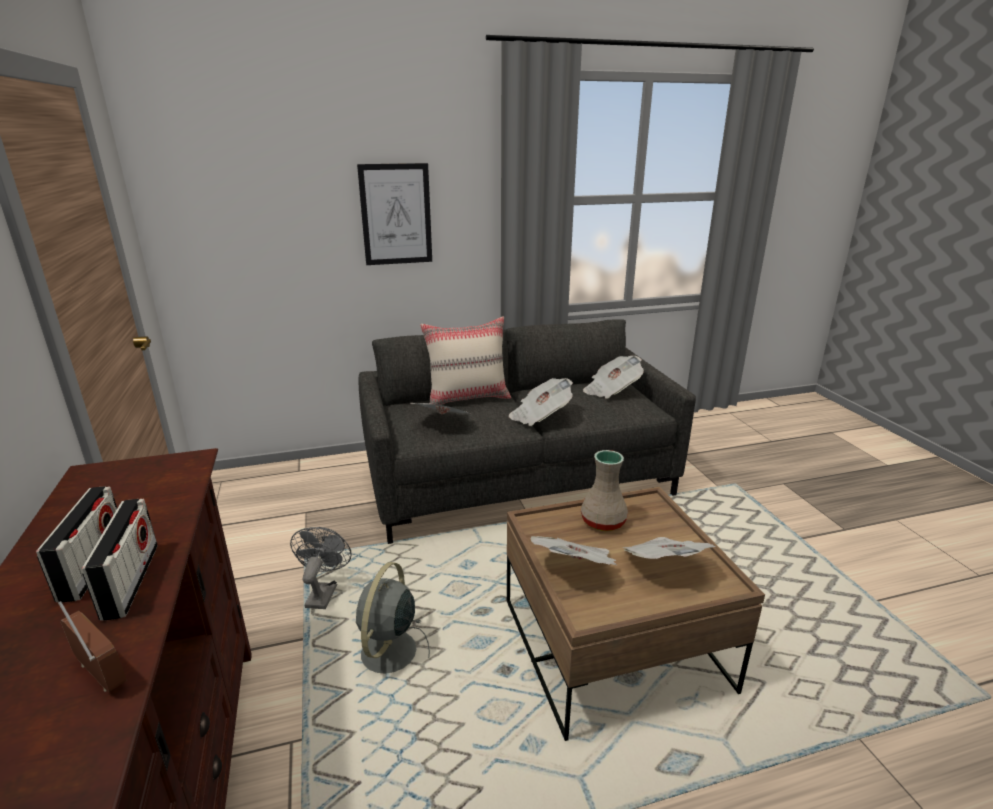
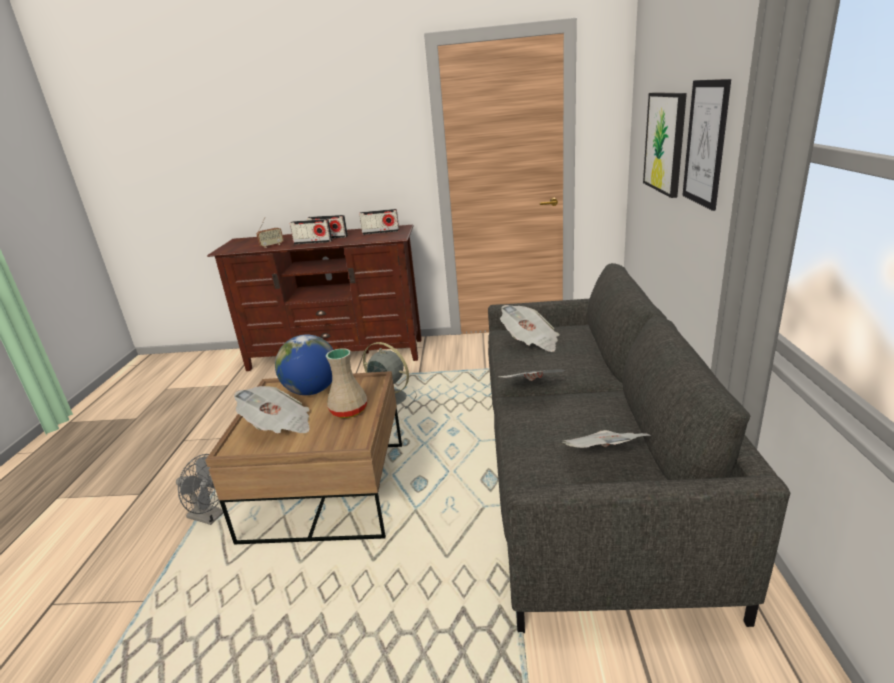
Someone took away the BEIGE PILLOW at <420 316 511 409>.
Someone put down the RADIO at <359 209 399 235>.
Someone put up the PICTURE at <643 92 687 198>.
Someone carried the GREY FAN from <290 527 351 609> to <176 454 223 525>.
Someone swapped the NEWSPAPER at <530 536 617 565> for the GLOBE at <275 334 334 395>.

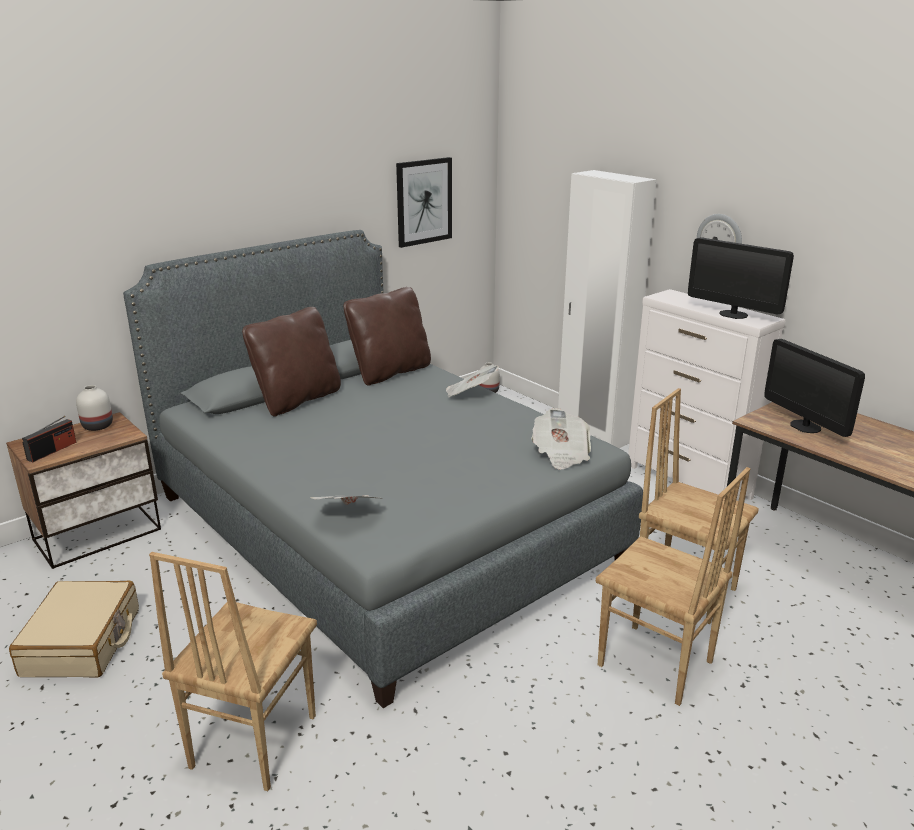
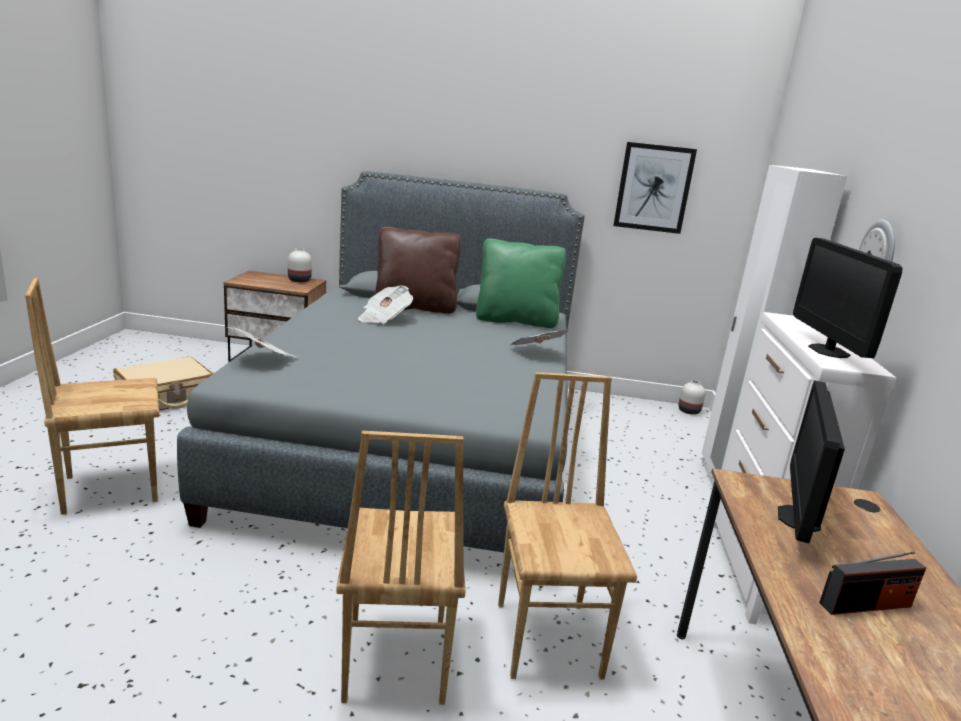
Someone carried the RADIO from <22 416 77 462> to <819 551 926 615>.
Someone carried the NEWSPAPER from <531 408 591 470> to <358 286 413 324>.
Someone repainted the BROWN PILLOW at <344 287 431 386>, which became the GREEN PILLOW at <476 239 566 328>.

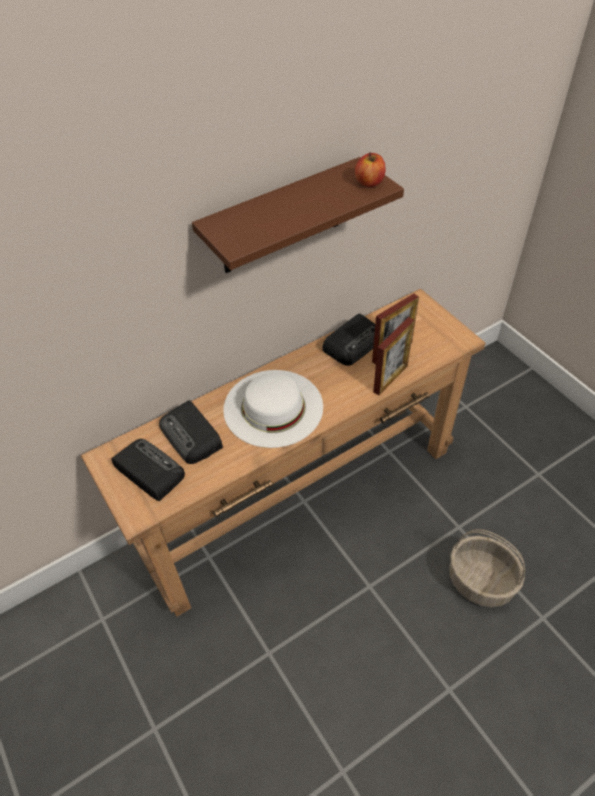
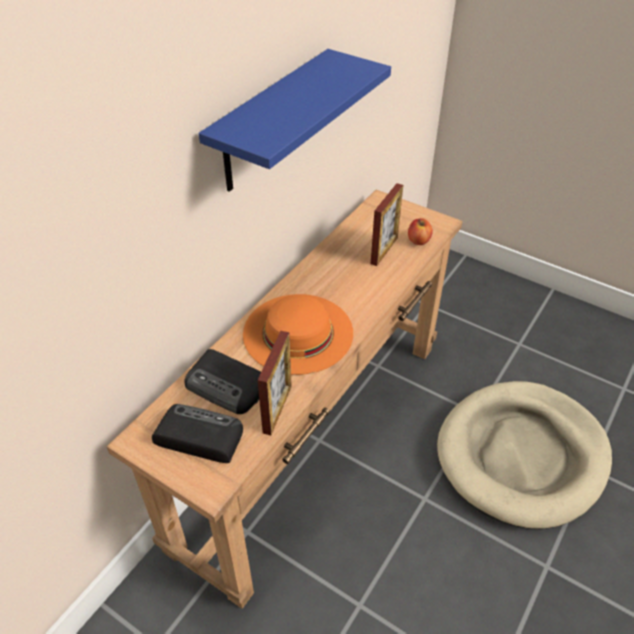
Someone took away the RADIO at <322 314 375 366>.
Someone carried the APPLE from <355 152 386 187> to <408 218 433 245>.
Someone carried the PICTURE FRAME from <373 317 415 395> to <258 331 292 435>.
Someone swapped the BASKET at <449 529 525 607> for the BEIGE DOG BED at <437 381 612 529>.
Someone repainted the BROWN SHELF at <192 157 404 273>, which became the BLUE SHELF at <199 49 391 192>.
Someone repainted the WHITE HAT at <223 370 323 448>, which became the ORANGE HAT at <243 294 353 375>.

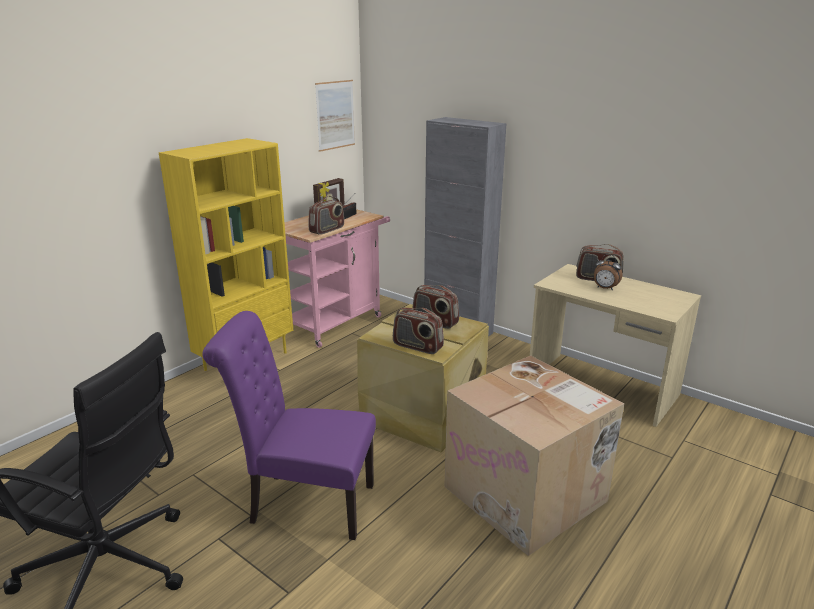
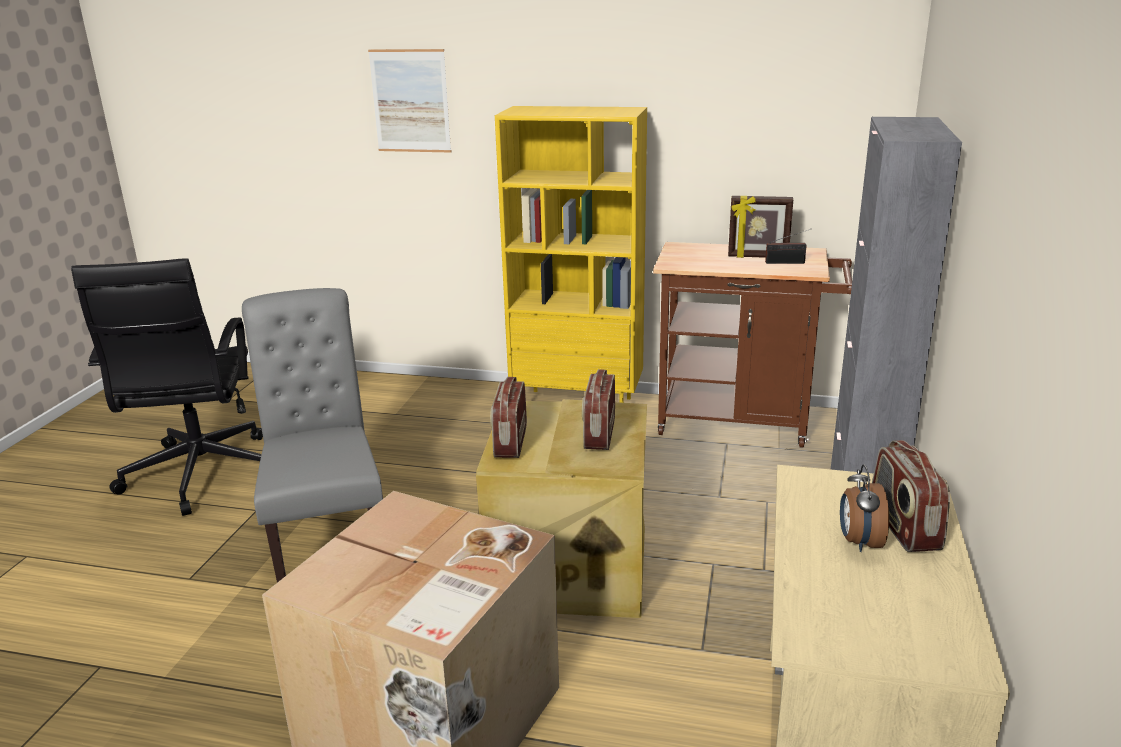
Someone took away the RADIO at <308 196 344 235>.
Someone carried the PICTURE from <315 80 355 152> to <368 49 451 153>.
Someone repainted the PURPLE CHAIR at <202 311 376 540>, which became the GREY CHAIR at <242 288 383 583>.
Someone repainted the PINK CART at <284 209 390 348>, which became the BROWN CART at <653 242 852 448>.

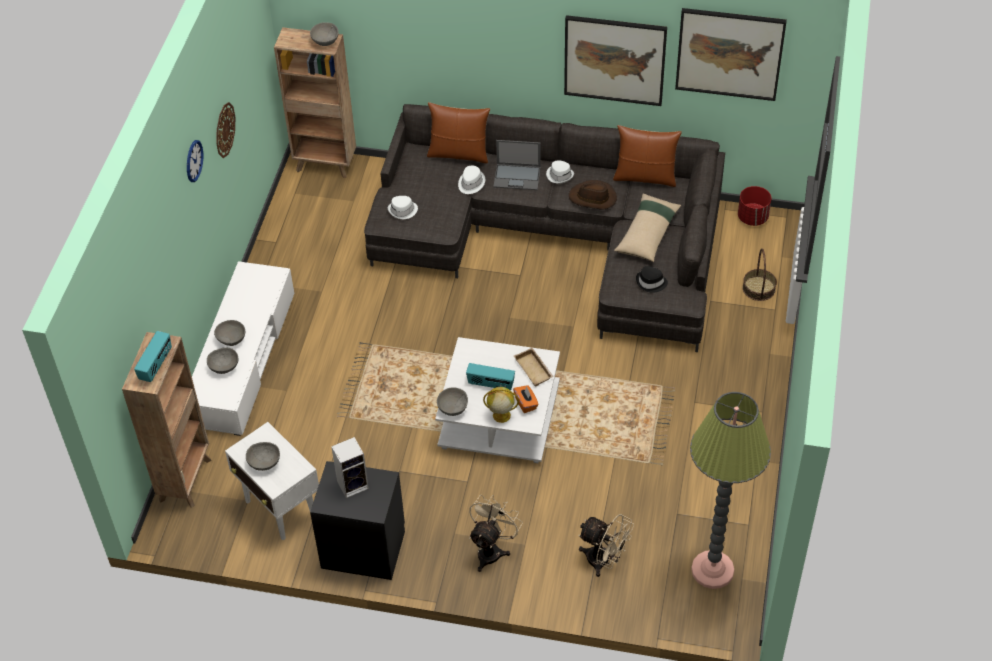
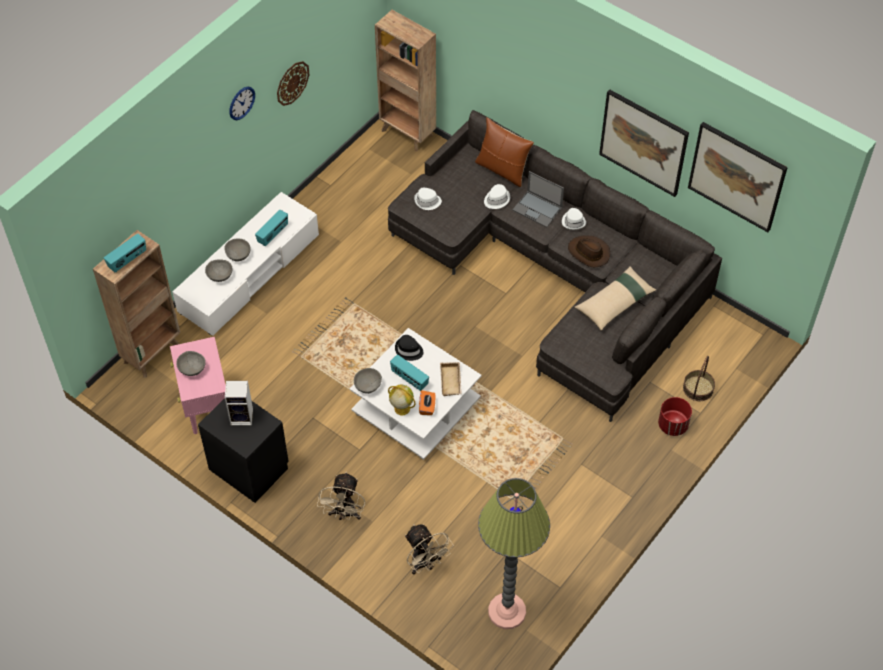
Someone took away the GREY BOWL at <310 22 338 46>.
Someone took away the BROWN PILLOW at <613 125 682 187>.
Someone put down the RADIO at <255 210 288 246>.
Someone carried the BLACK HAT from <636 266 668 293> to <395 335 423 361>.
Someone carried the RED PLANTER from <738 186 771 226> to <658 397 692 436>.
Someone repainted the WHITE SIDE TABLE at <225 422 319 540>, which became the PINK SIDE TABLE at <170 337 226 434>.
Someone rotated the BEIGE FAN at <469 495 523 572> by 135 degrees clockwise.

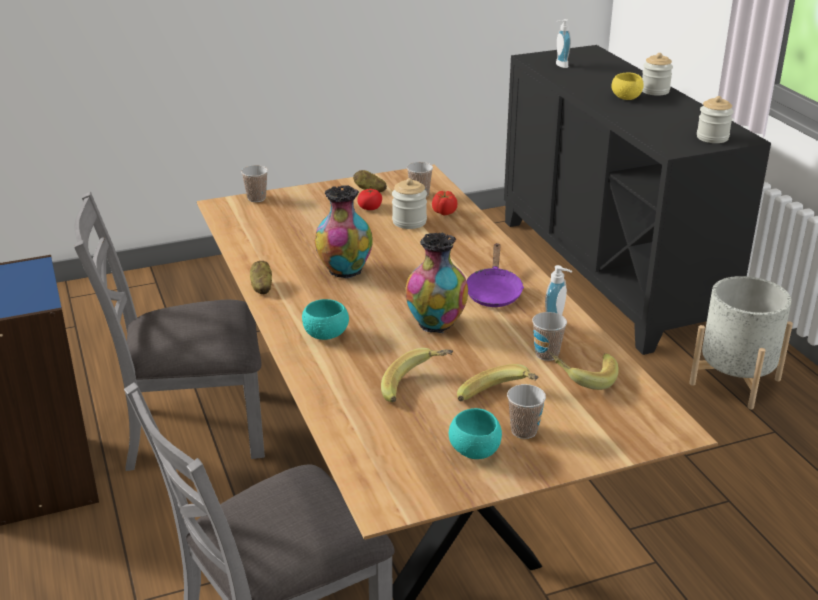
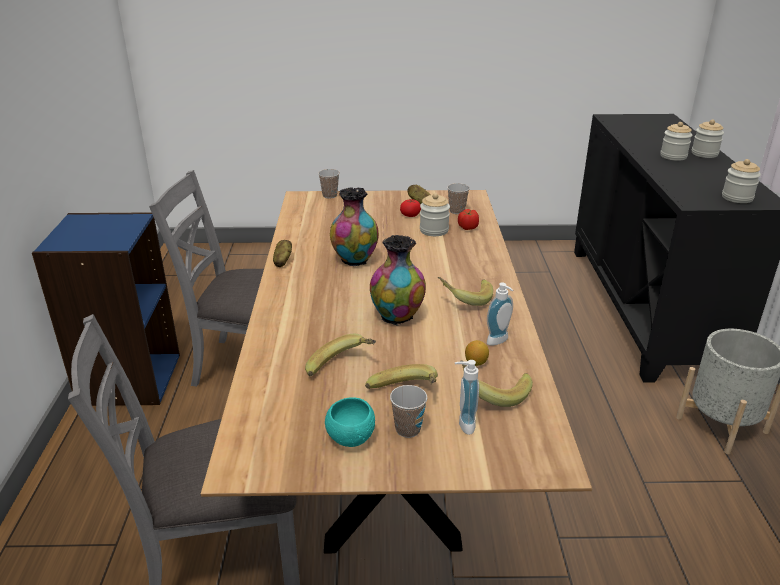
Someone took away the TURQUOISE BOWL at <302 299 349 340>.
Someone carried the SOAP DISPENSER from <556 19 571 68> to <455 360 479 435>.
Someone swapped the PURPLE FRYING PAN at <466 243 524 307> for the BANANA at <438 277 493 306>.
Someone swapped the CUP at <532 312 567 361> for the LEMON at <465 340 489 366>.
Someone swapped the YELLOW BOWL at <611 73 644 100> for the JAR at <660 122 692 161>.

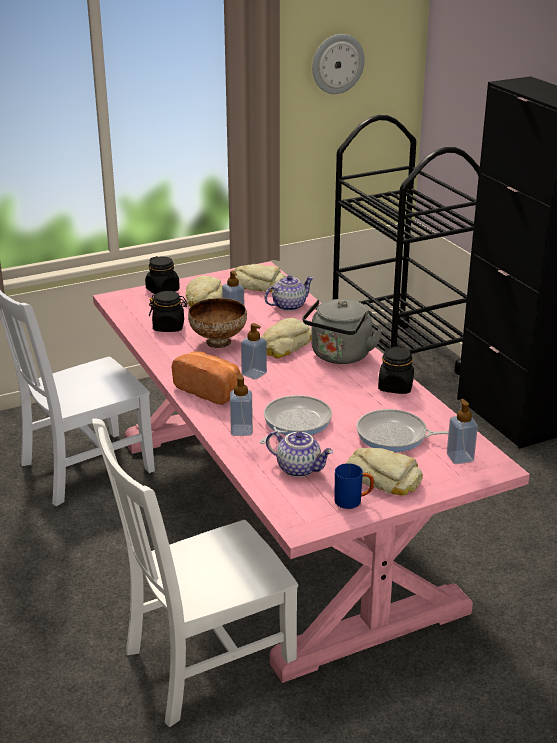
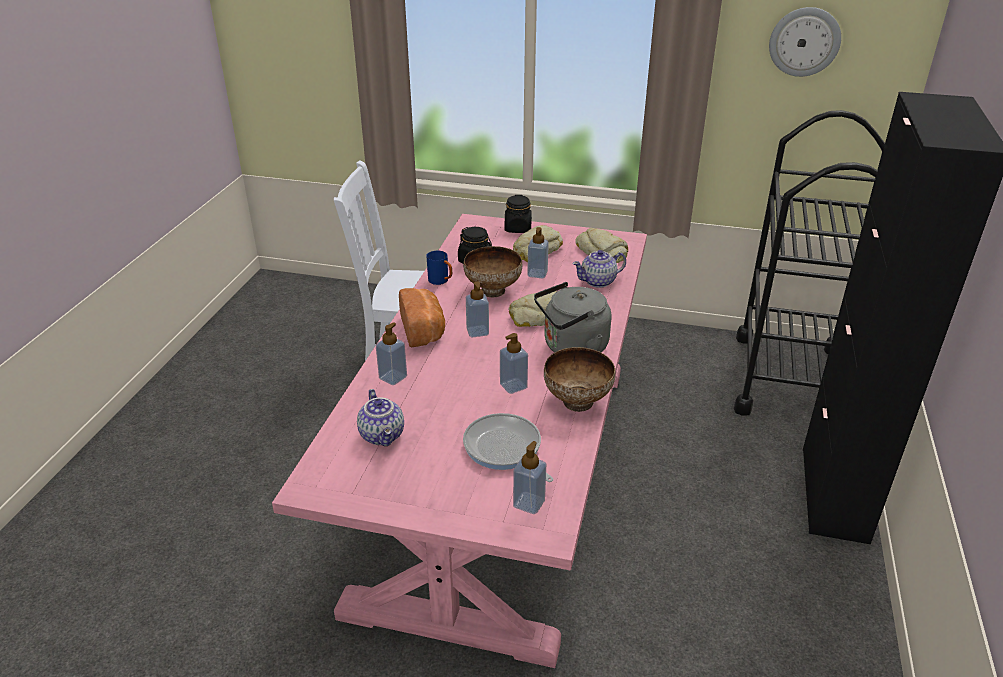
Someone took away the WHITE CHAIR at <92 418 298 727>.
Someone took away the FRYING PAN at <260 395 332 444>.
Someone took away the BREAD at <347 448 423 496>.
Someone put down the SOAP DISPENSER at <500 333 528 394>.
Someone carried the BLUE MUG from <334 463 374 509> to <426 251 452 285>.
Someone swapped the BLACK JAR at <378 346 414 394> for the BOWL at <544 347 615 412>.
Someone rotated the TEAPOT at <264 275 313 311> by 150 degrees clockwise.

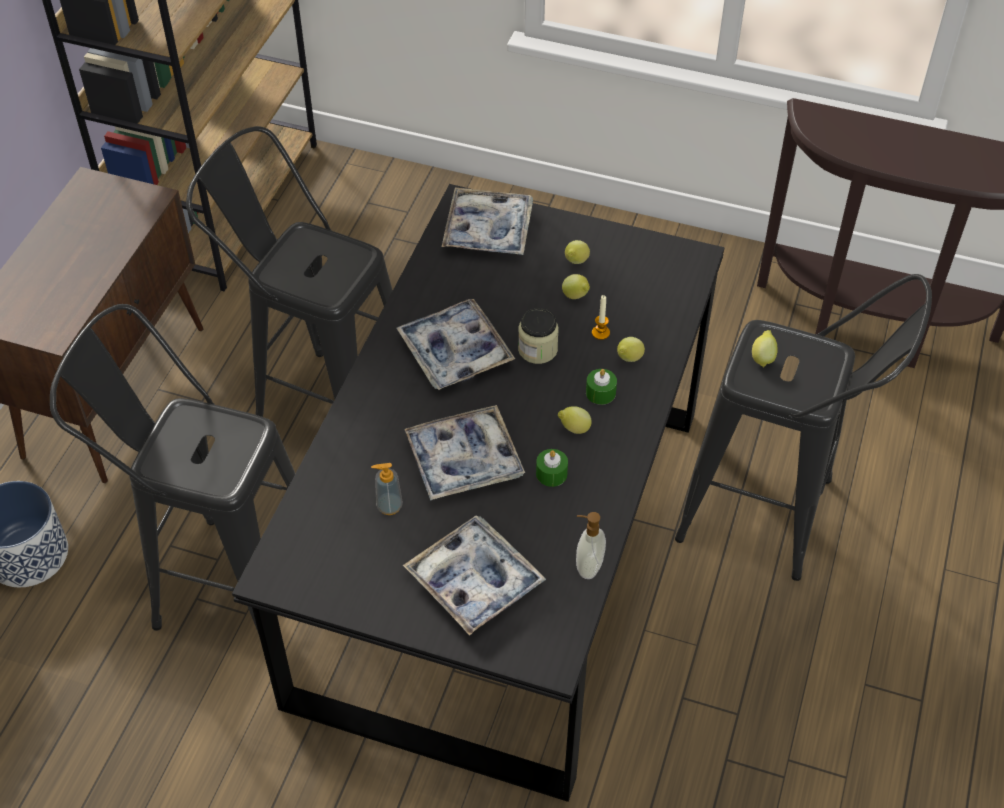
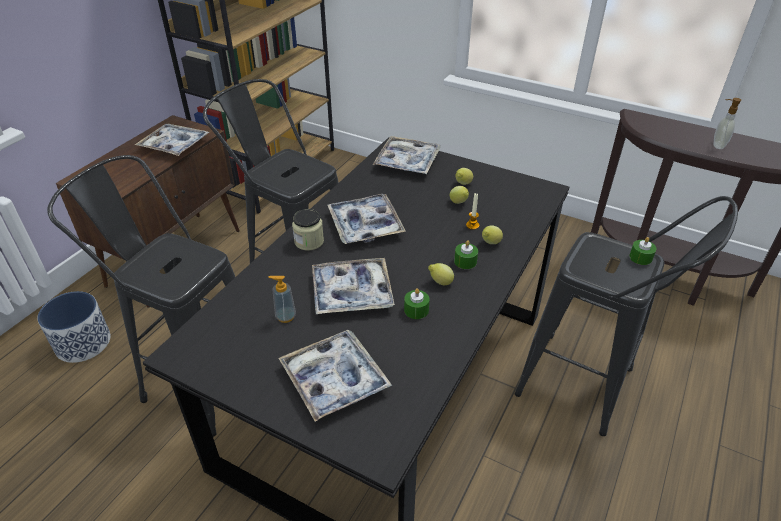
Someone took away the LEMON at <752 330 778 367>.
Someone put down the TRAY at <135 124 209 156>.
Someone put down the GREEN CANDLE at <629 237 656 265>.
Someone carried the JAR from <518 308 559 364> to <292 209 324 251>.
Someone carried the SOAP DISPENSER from <576 512 606 579> to <714 98 741 149>.

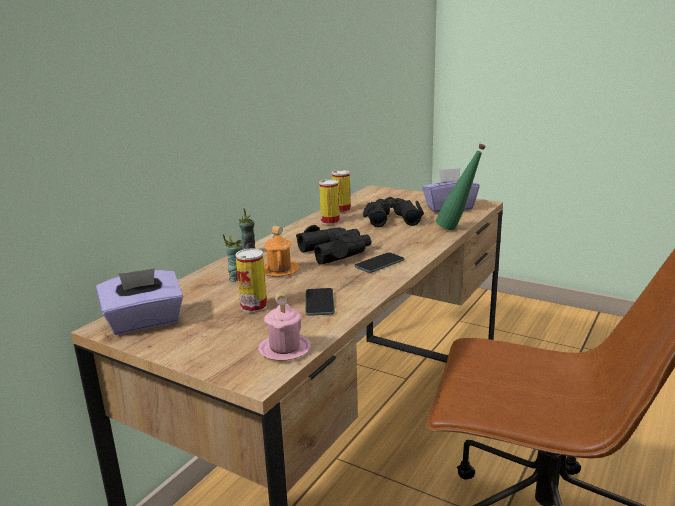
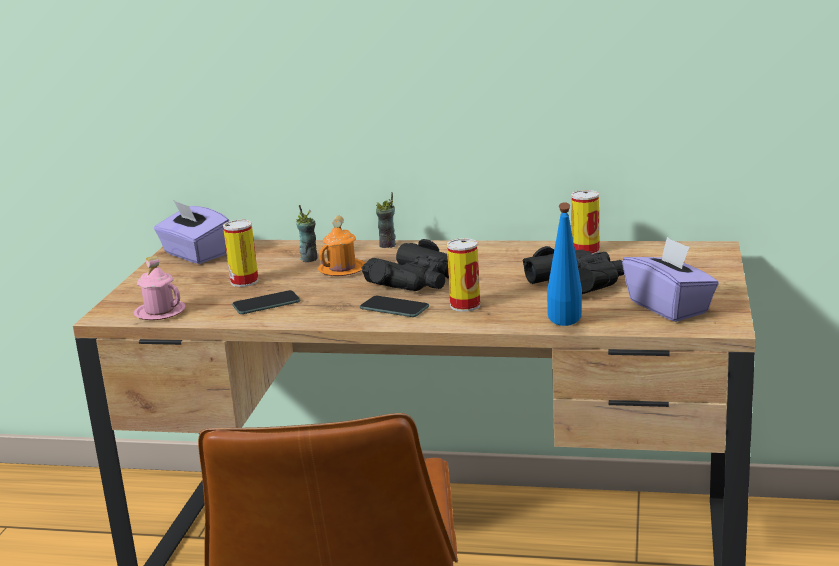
Someone carried the CAN from <319 179 340 225> to <447 238 480 312>.
Someone repainted the GREEN BOTTLE at <436 144 486 230>, which became the BLUE BOTTLE at <547 202 582 326>.

